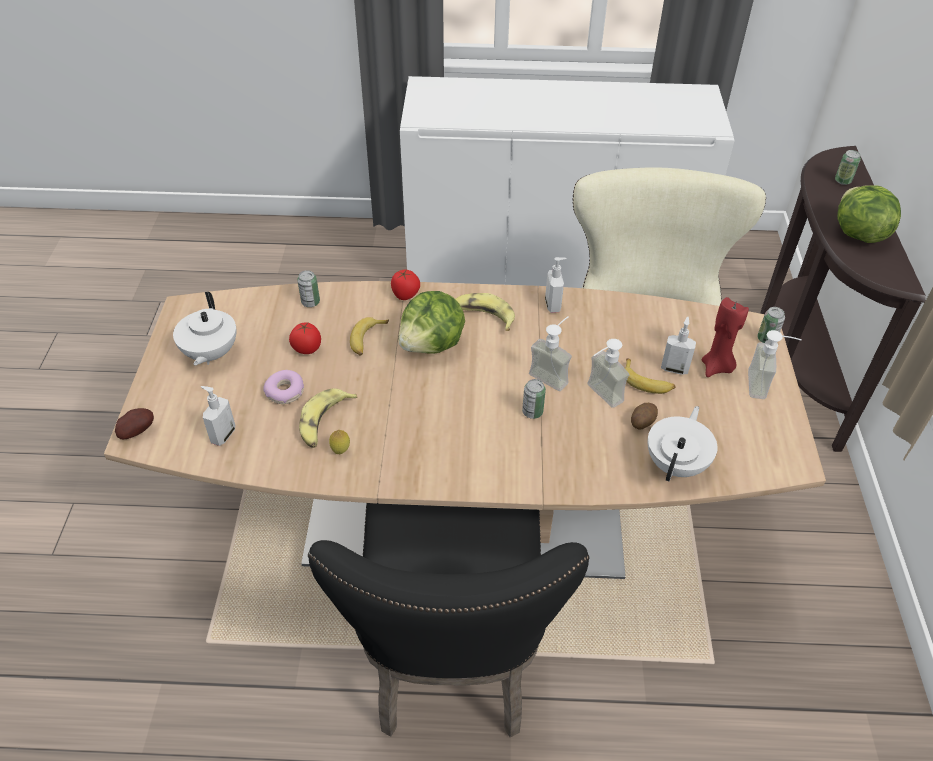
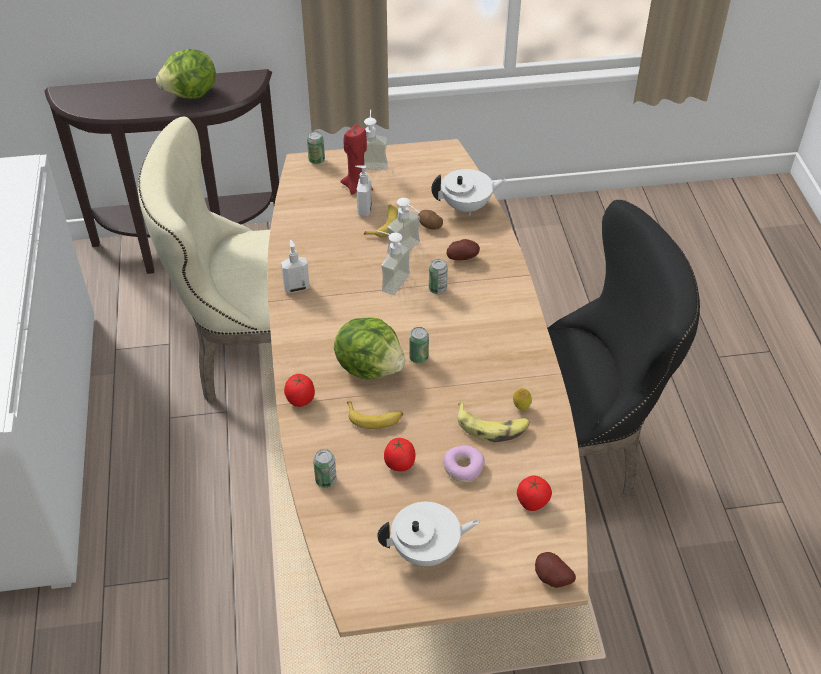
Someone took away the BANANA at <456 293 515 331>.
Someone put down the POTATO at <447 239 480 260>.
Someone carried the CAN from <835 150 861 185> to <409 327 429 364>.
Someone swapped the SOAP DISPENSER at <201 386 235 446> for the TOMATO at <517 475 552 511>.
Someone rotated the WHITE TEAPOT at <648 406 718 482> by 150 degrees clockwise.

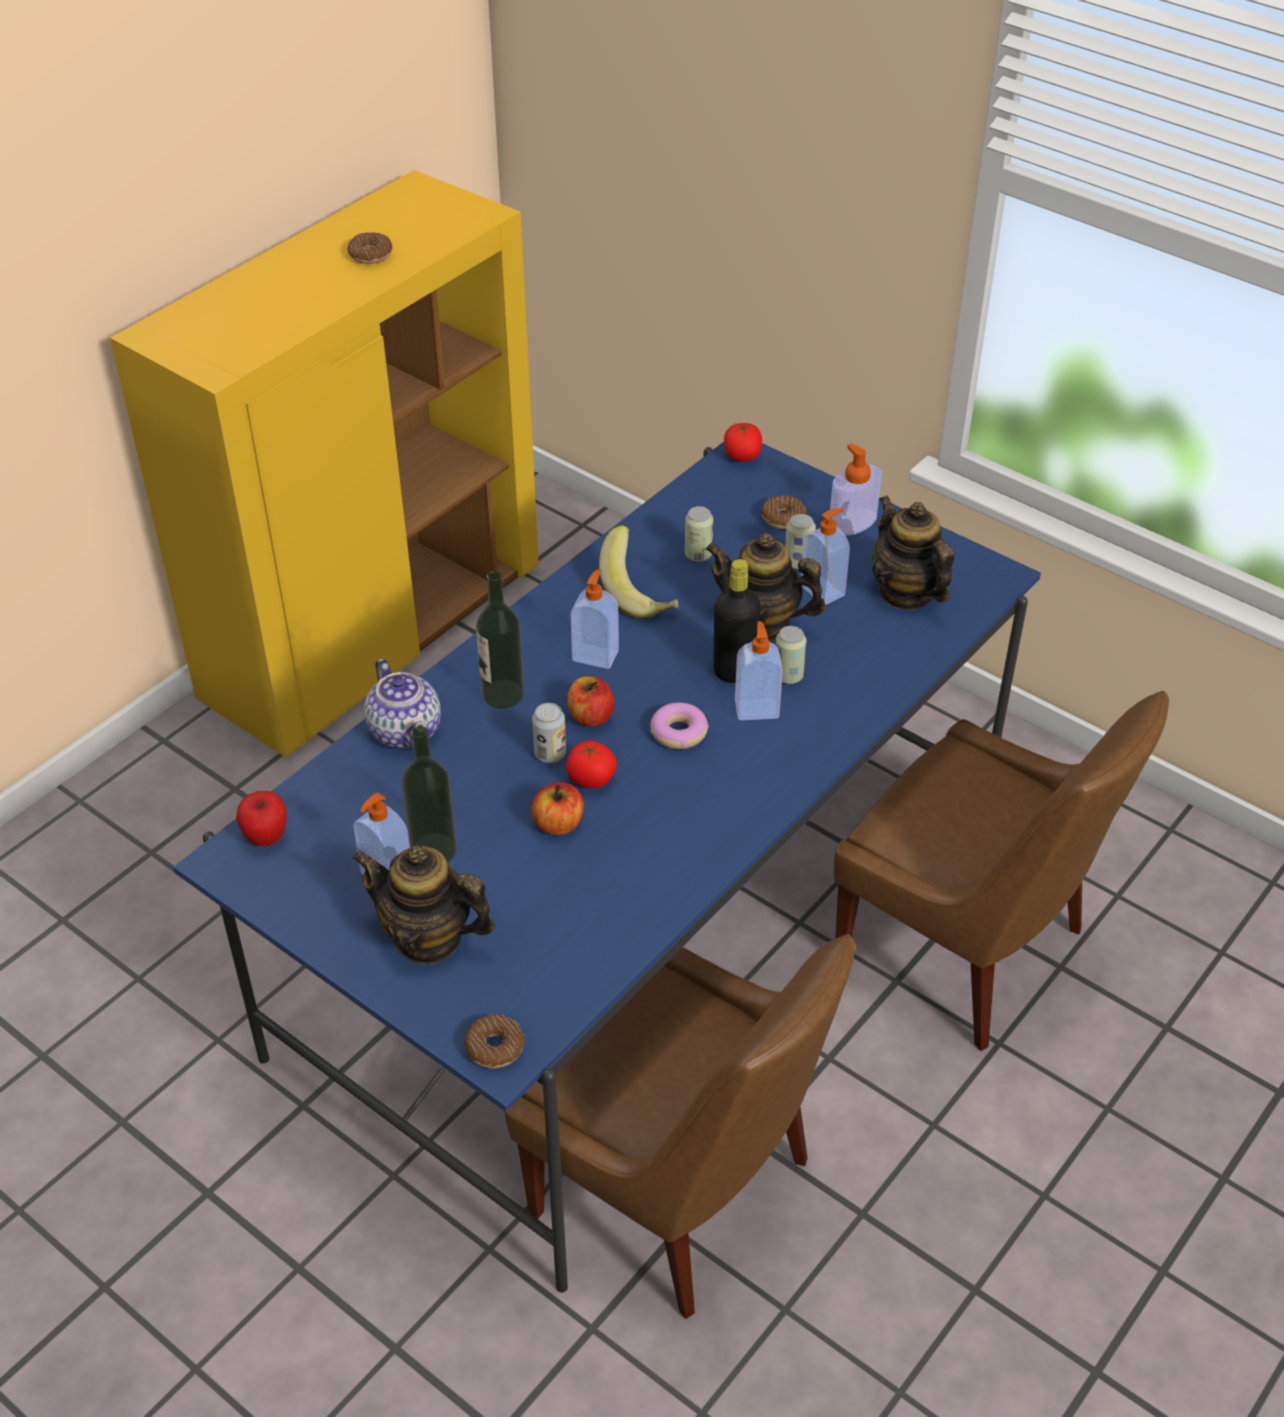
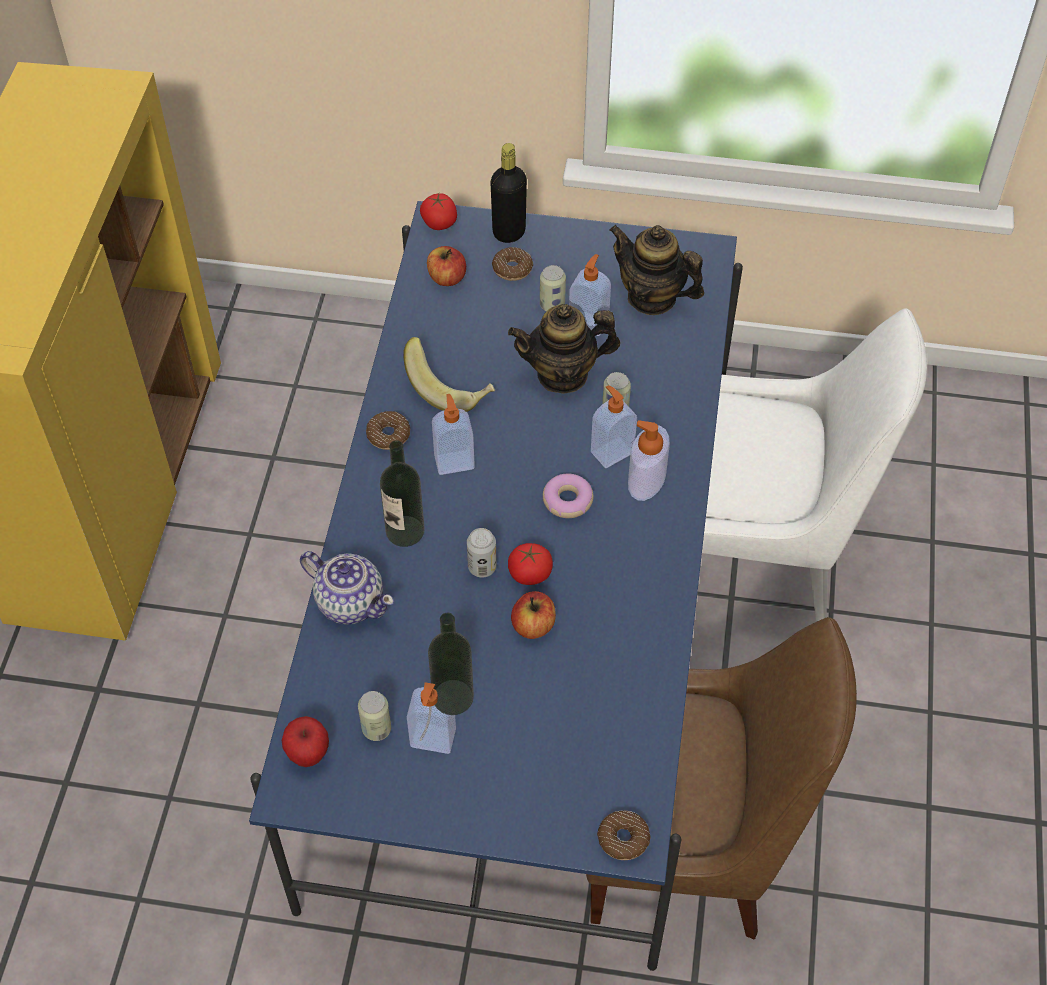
Someone took away the TEAPOT at <353 845 495 964>.
Someone carried the DONUT from <347 232 393 264> to <366 411 410 450>.
Someone carried the APPLE from <567 676 614 727> to <427 246 466 286>.
Someone carried the CAN from <685 506 713 562> to <358 691 391 741>.
Someone carried the BLACK BOTTLE from <713 559 761 683> to <490 143 527 243>.
Someone carried the SOAP DISPENSER from <830 443 882 536> to <628 420 670 501>.
Someone repainted the BROWN CHAIR at <834 691 1169 1051>, which became the WHITE CHAIR at <702 308 927 621>.

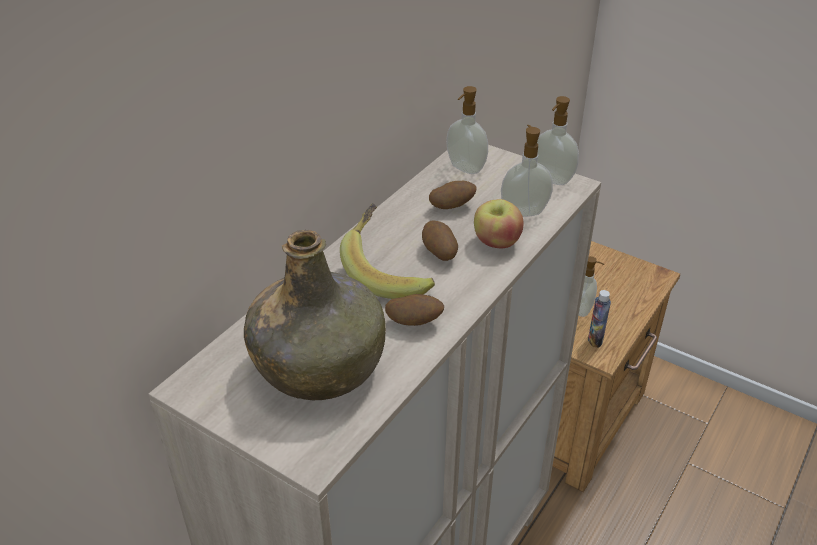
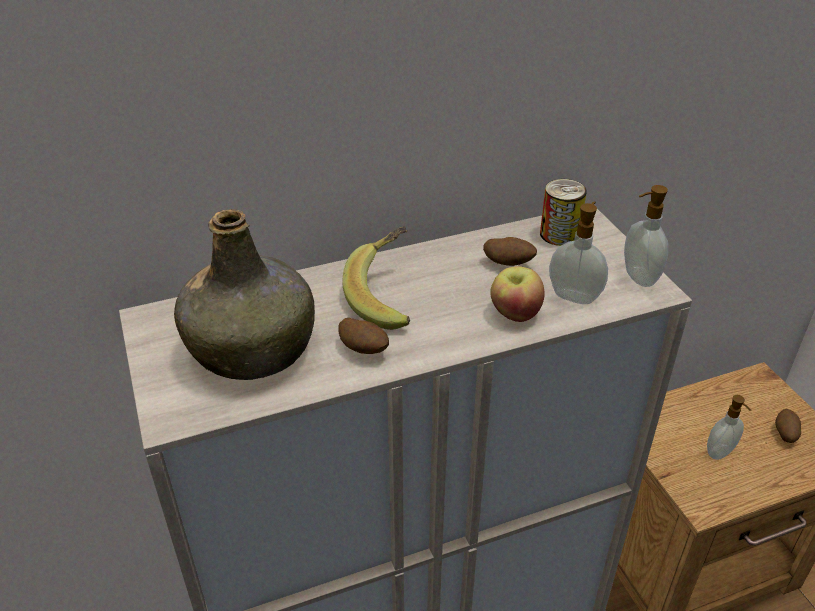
Someone took away the BOTTLE at <588 290 611 348>.
Someone carried the POTATO from <422 220 458 261> to <775 409 801 443>.
Someone swapped the SOAP DISPENSER at <446 86 488 174> for the CAN at <540 179 587 246>.

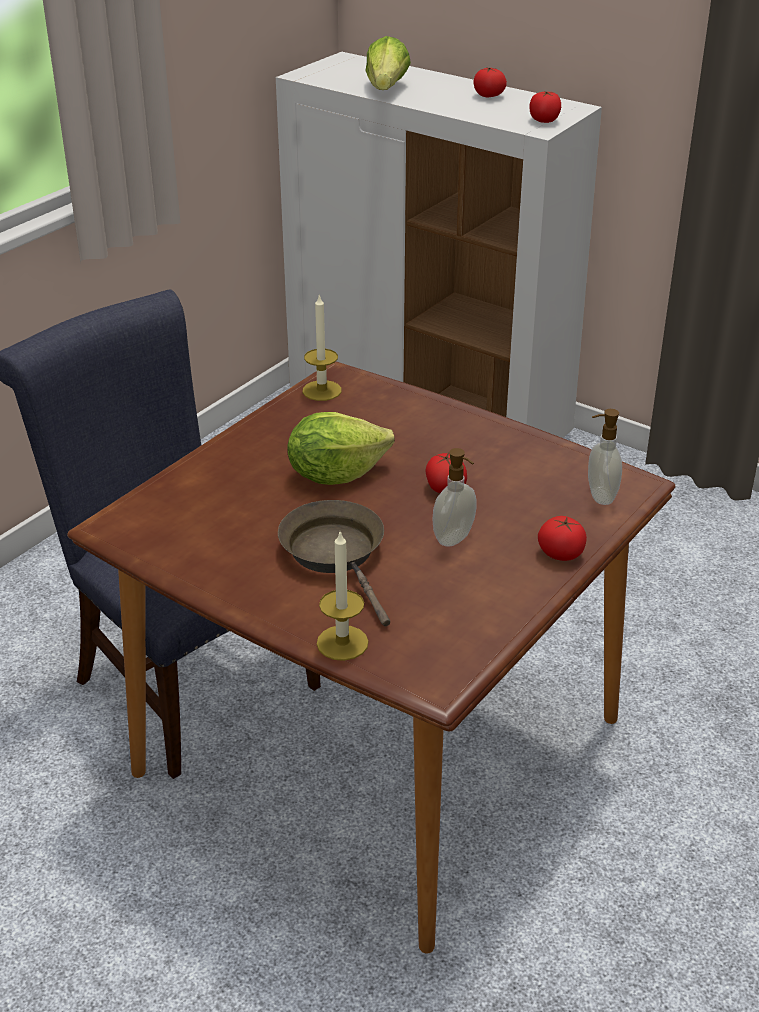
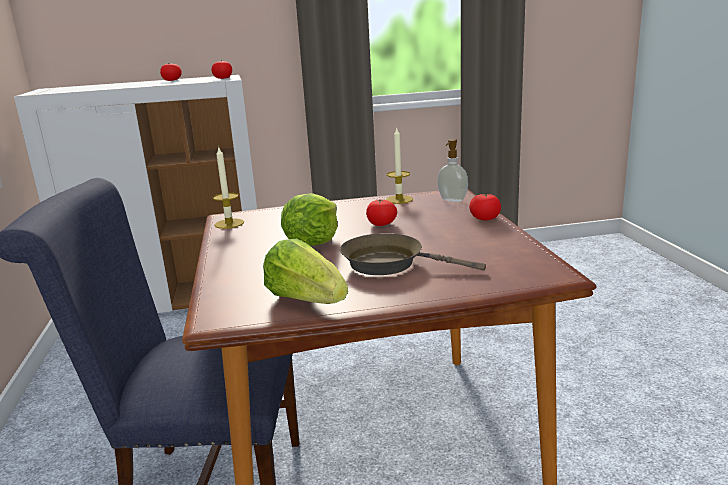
Someone took away the SOAP DISPENSER at <433 448 476 547>.
Someone carried the CANDLE from <317 531 369 661> to <386 126 413 204>.
Someone carried the LETTUCE from <365 36 411 90> to <263 239 348 304>.

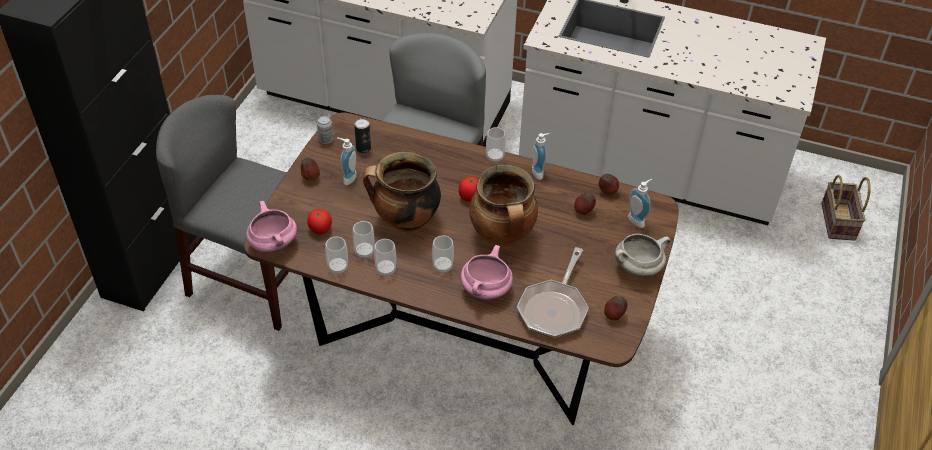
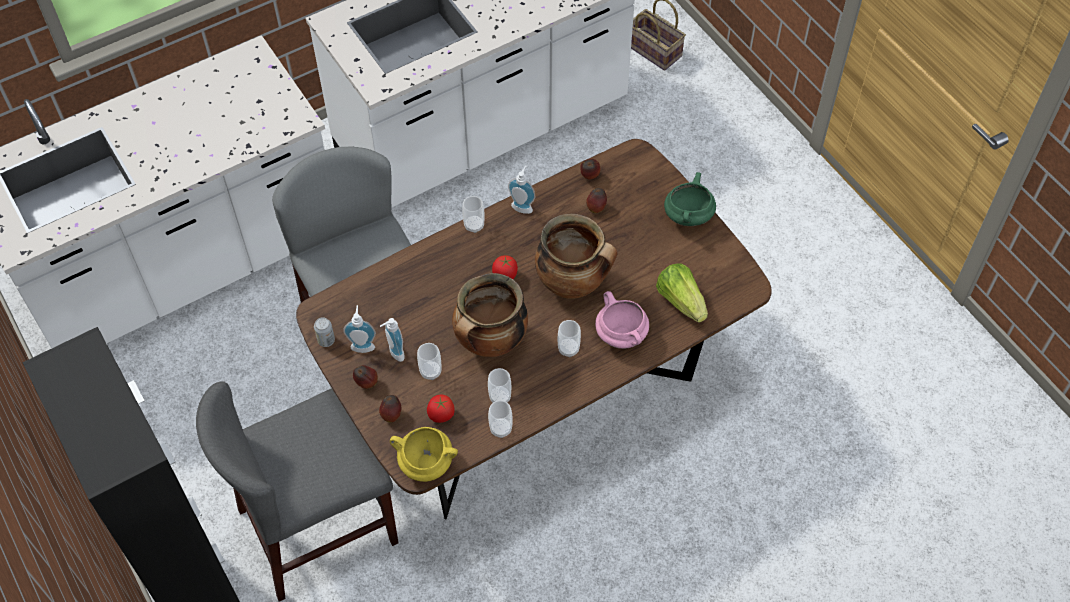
Someone took away the CAN at <354 118 371 153>.
Someone carried the CUP from <374 239 396 276> to <417 343 441 380>.
Someone carried the APPLE from <604 296 627 320> to <379 395 401 422>.
Someone carried the SOAP DISPENSER from <628 179 652 228> to <343 305 376 353>.
Someone swapped the FRYING PAN at <517 247 589 338> for the LETTUCE at <656 263 708 323>.
Someone repainted the PINK COOKING POT at <246 201 297 253>, which became the YELLOW COOKING POT at <390 427 458 482>.
Someone repainted the WHITE COOKING POT at <615 234 671 278>, which became the GREEN COOKING POT at <664 172 716 226>.

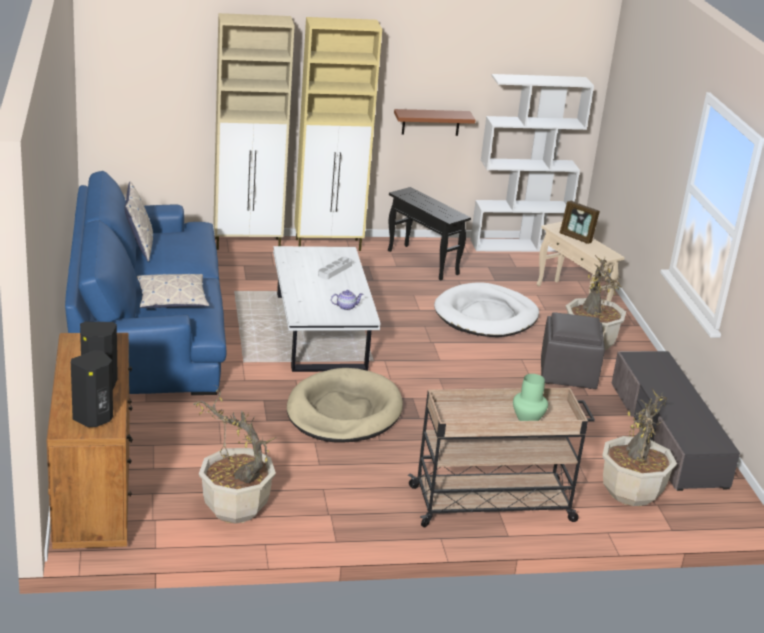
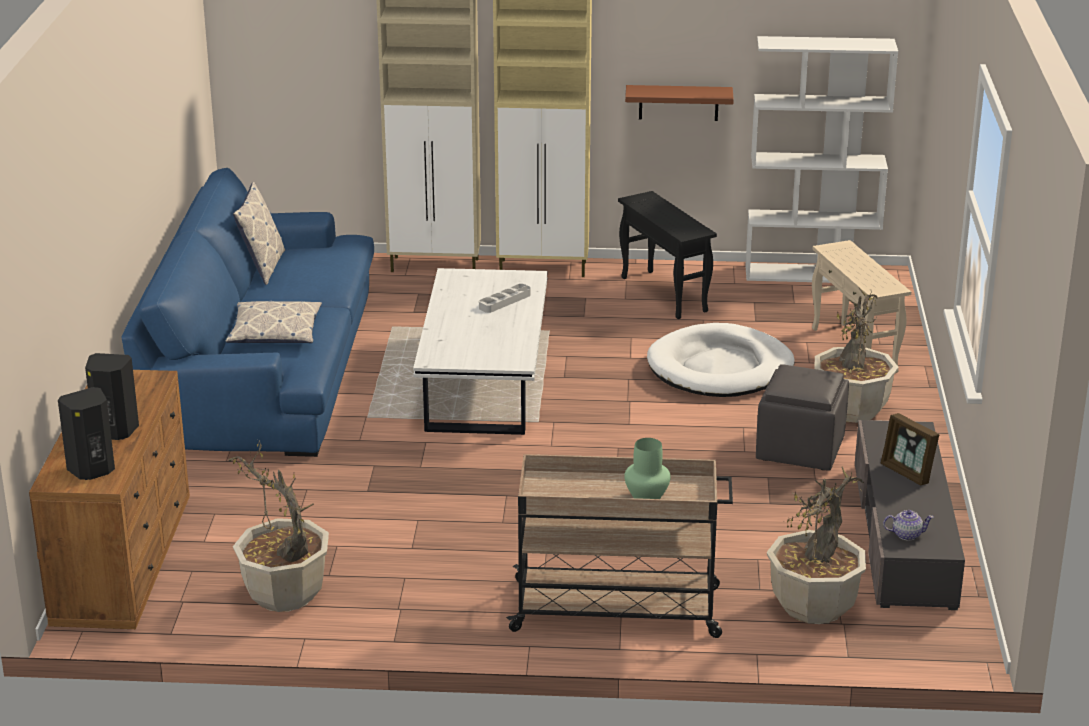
Someone took away the BEIGE DOG BED at <287 368 403 443>.
Someone carried the TEAPOT from <331 290 363 310> to <883 510 934 540>.
Someone carried the PICTURE FRAME from <560 201 600 244> to <881 413 939 485>.

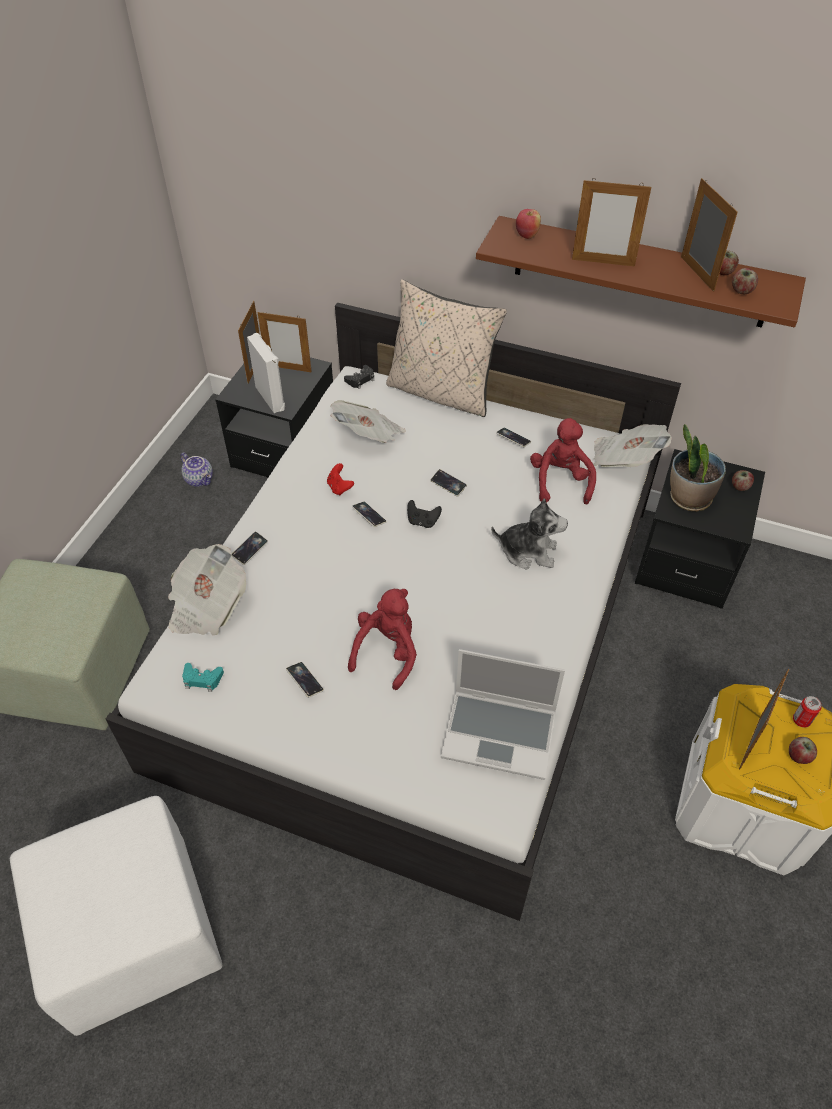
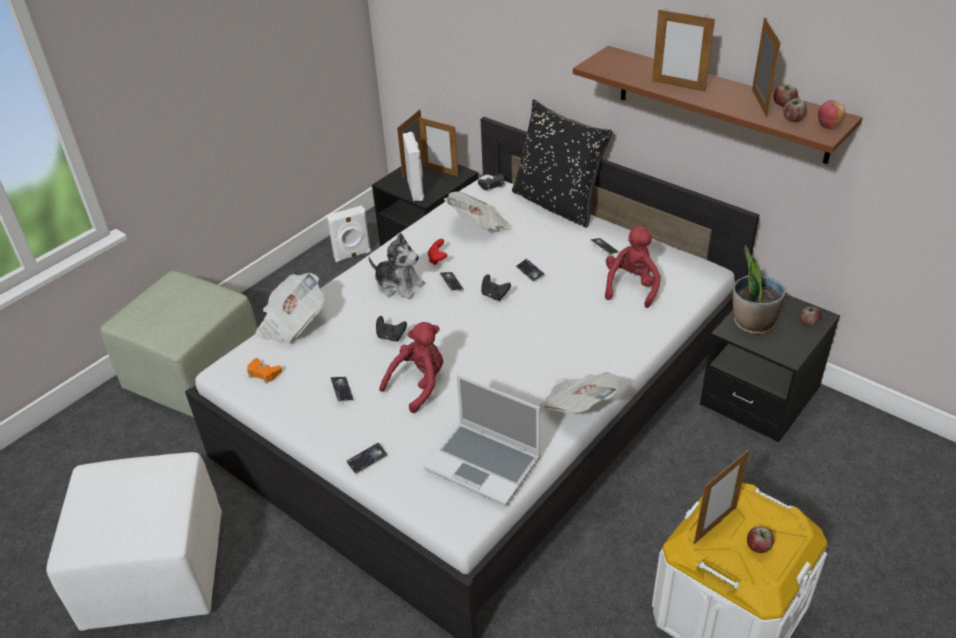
Someone took away the CAN at <793 696 821 728>.
Someone put down the BLACK GAME CONTROLLER at <376 316 407 342>.
Someone carried the PHONE from <231 532 268 565> to <346 443 388 475>.
Someone carried the PLUSH TOY from <491 498 568 569> to <368 233 425 299>.
Someone carried the APPLE from <516 209 541 239> to <818 100 845 129>.
Someone carried the NEWSPAPER from <593 424 672 467> to <540 372 622 413>.
Someone swapped the TEAPOT at <180 452 213 487> for the WHITE SPEAKER at <326 206 371 262>.
Someone repainted the TURQUOISE GAME CONTROLLER at <182 663 224 692>, which became the ORANGE GAME CONTROLLER at <247 358 282 383>.
Someone repainted the BEIGE PILLOW at <386 279 507 417>, which became the BLACK PILLOW at <512 99 613 228>.

